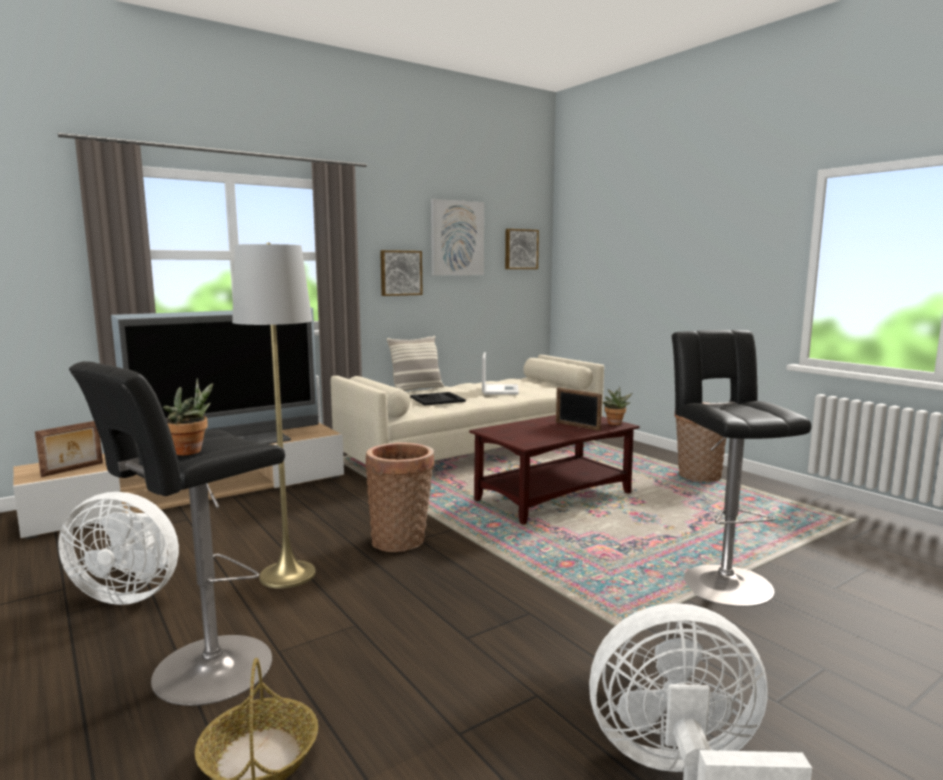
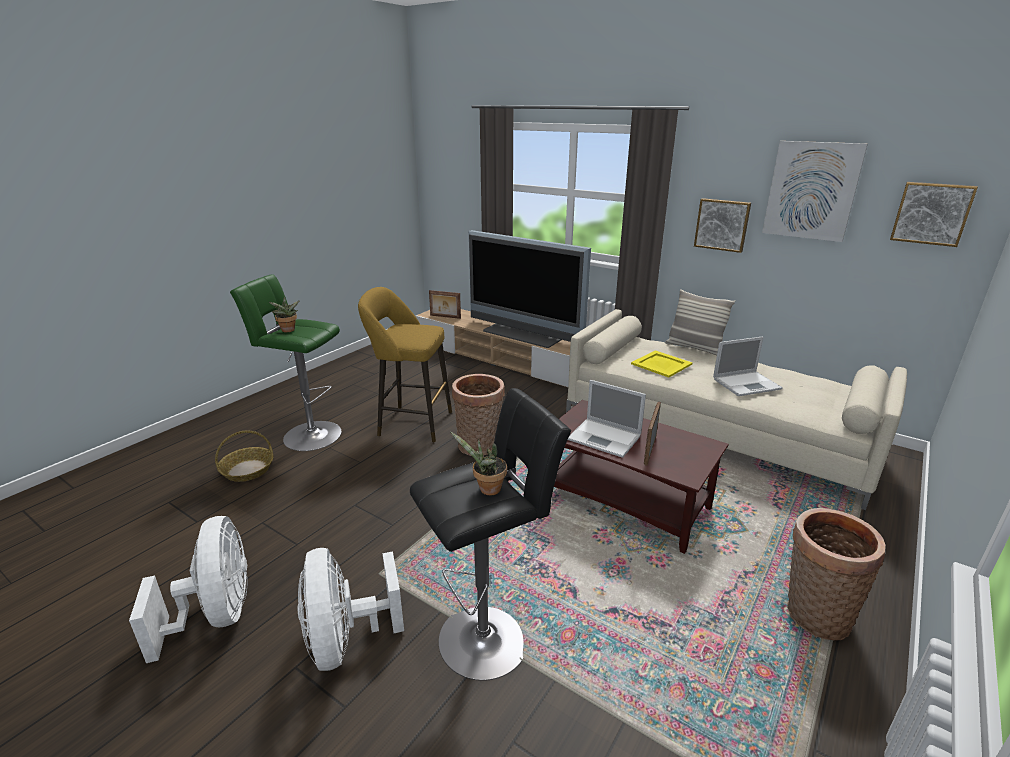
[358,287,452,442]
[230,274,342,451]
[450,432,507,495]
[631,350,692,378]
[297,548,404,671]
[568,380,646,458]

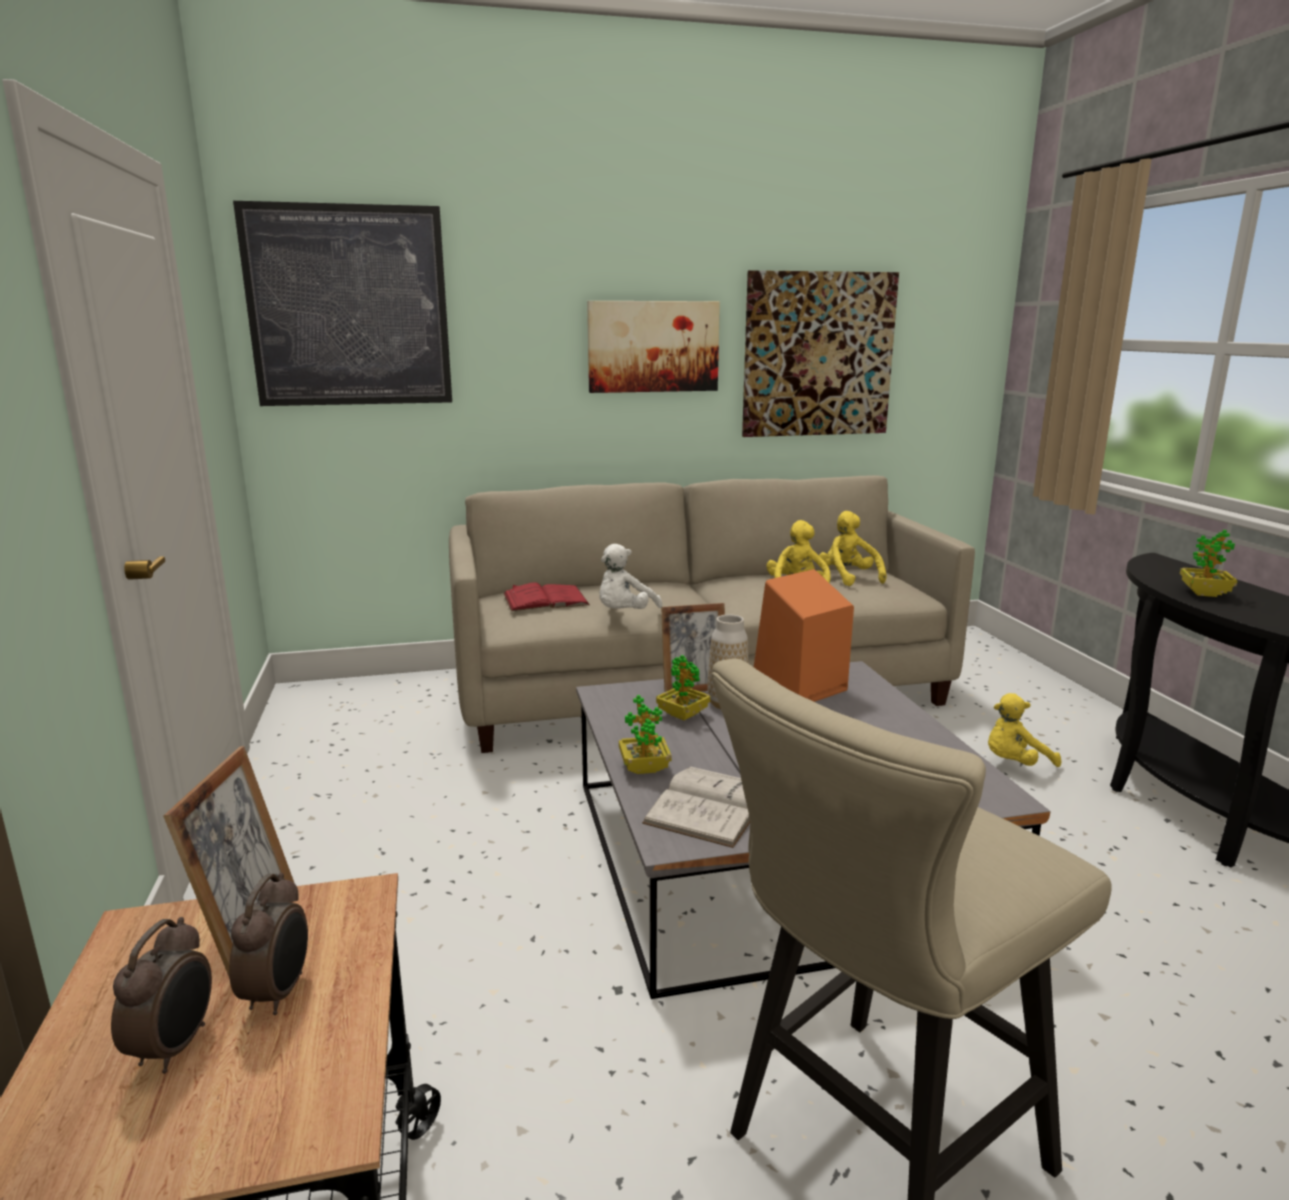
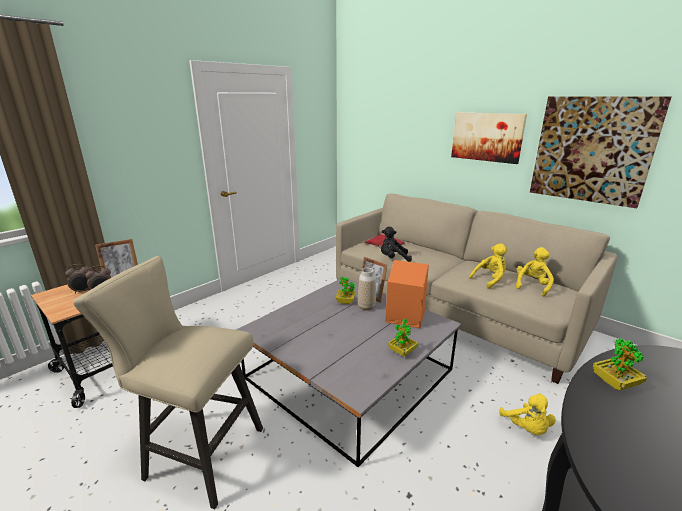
[233,201,452,406] (first image)
[381,227,412,262]
[499,393,556,435]
[388,319,417,357]
[642,767,750,848] (first image)

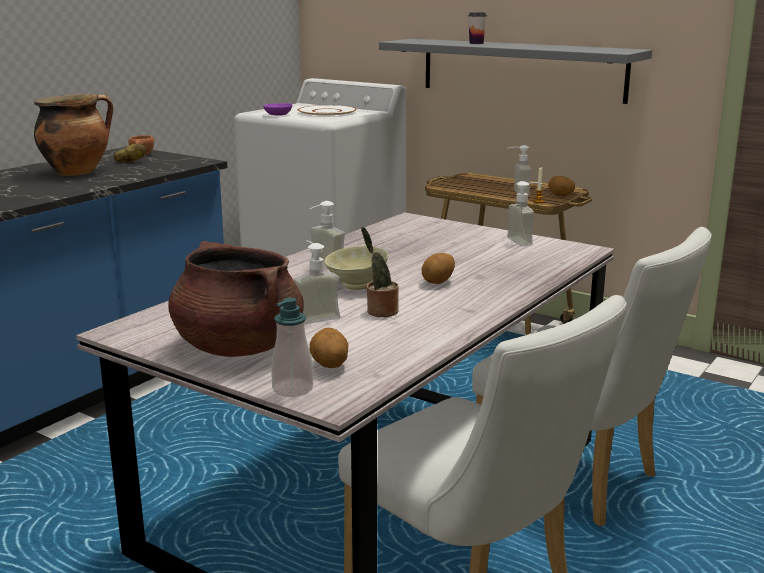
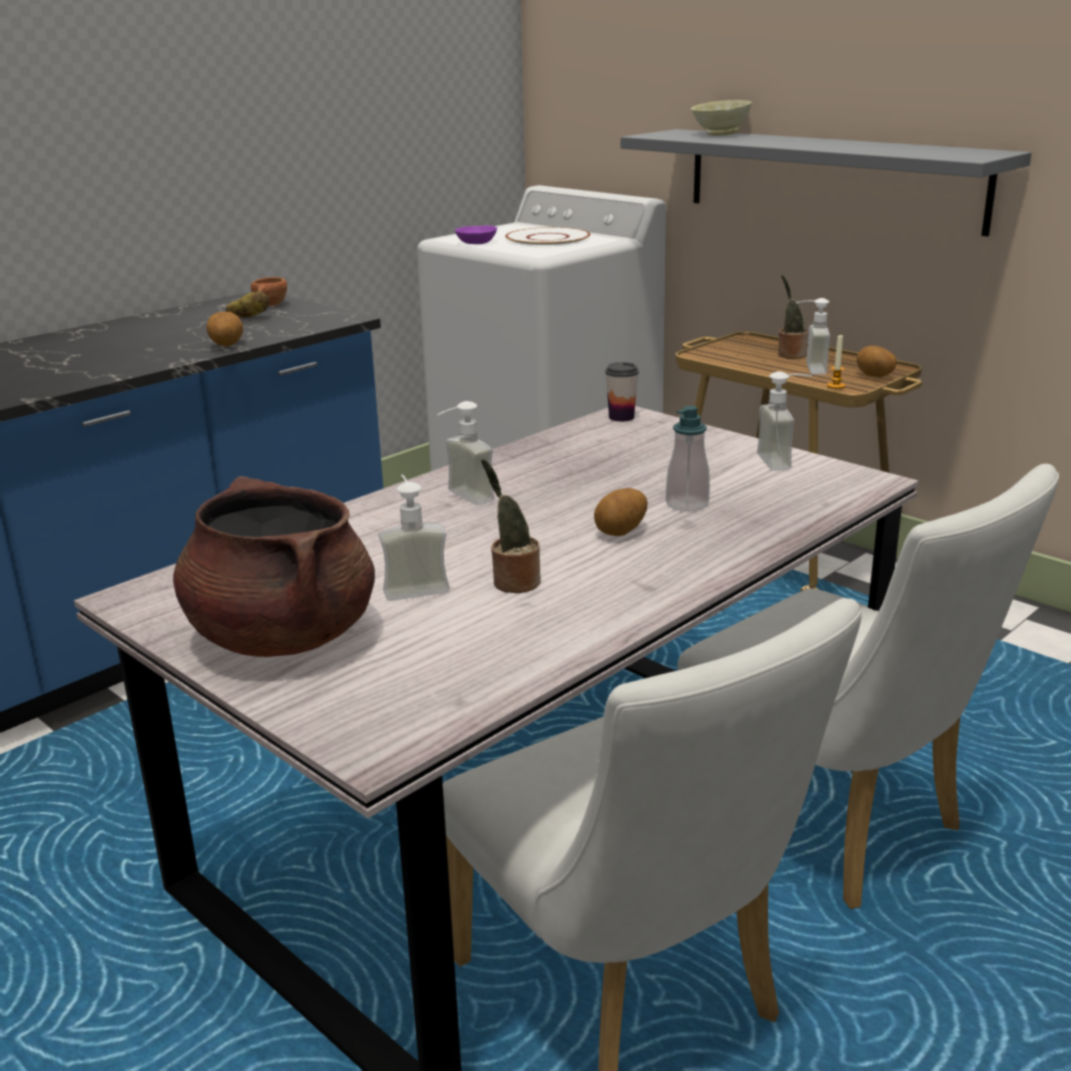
[605,362,639,422]
[34,94,113,176] (first image)
[691,100,752,136]
[666,406,710,512]
[207,312,243,347]
[778,275,808,359]

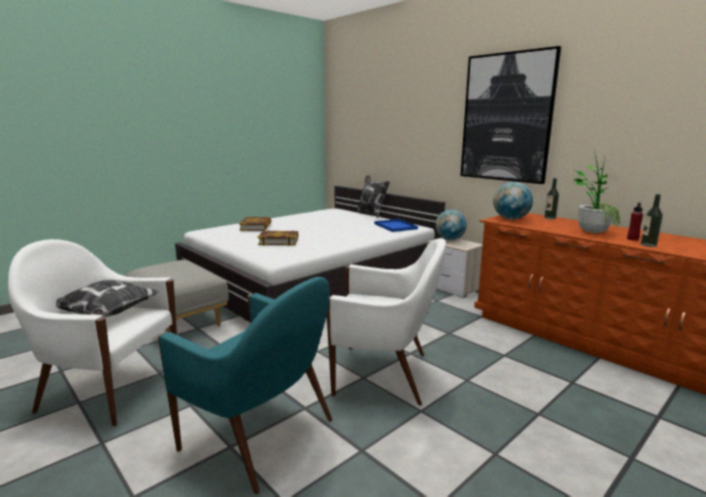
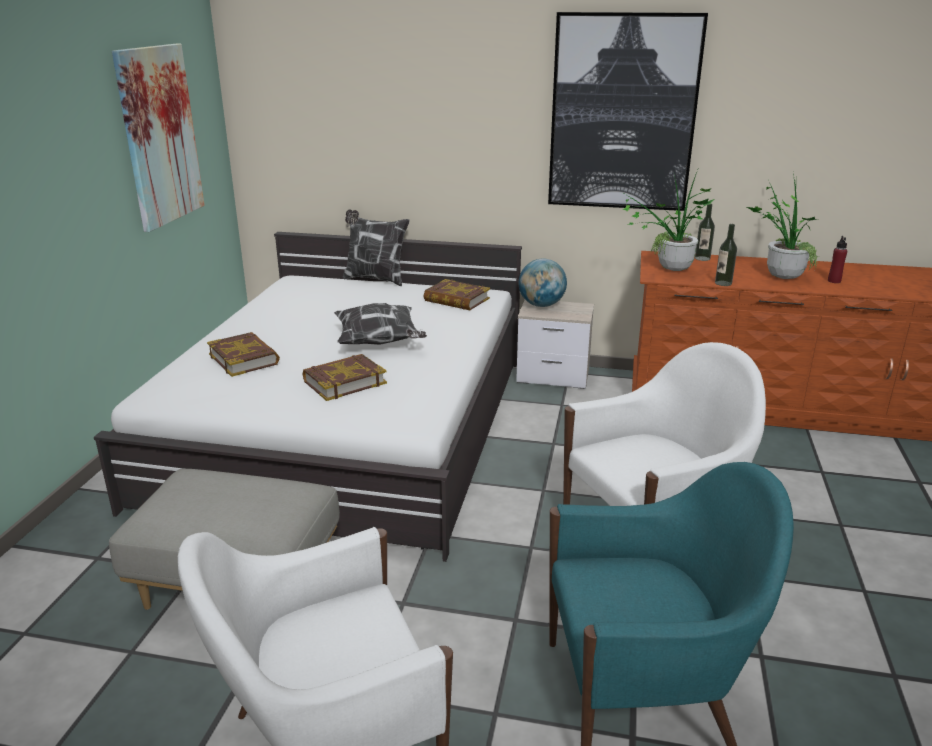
[622,167,715,271]
[715,224,737,286]
[423,279,490,310]
[334,303,427,345]
[112,43,205,232]

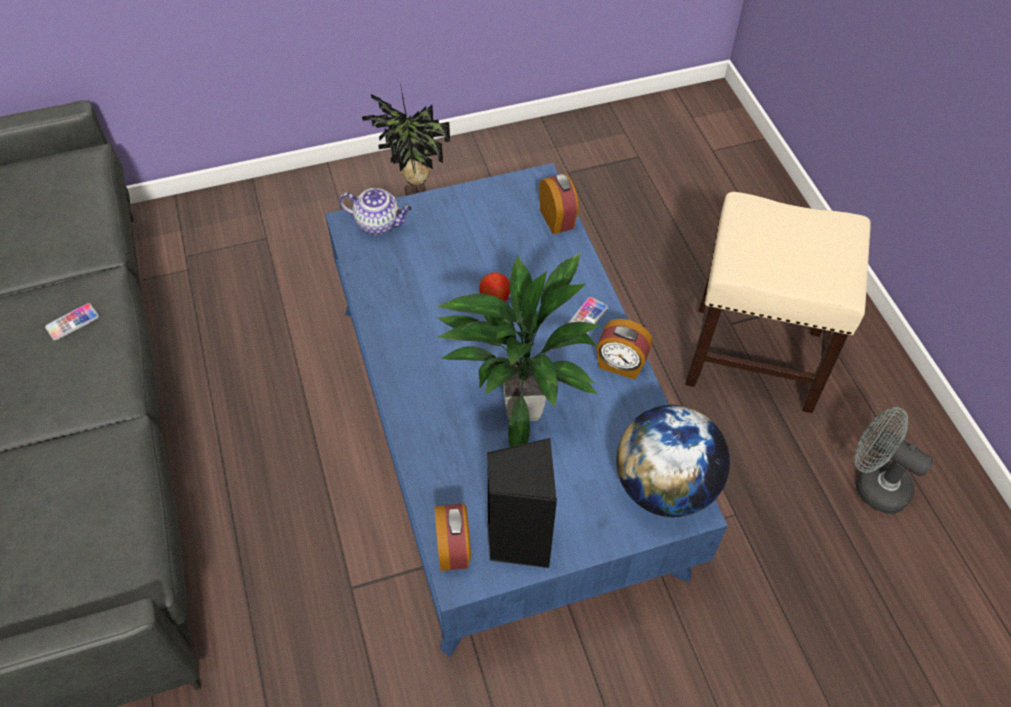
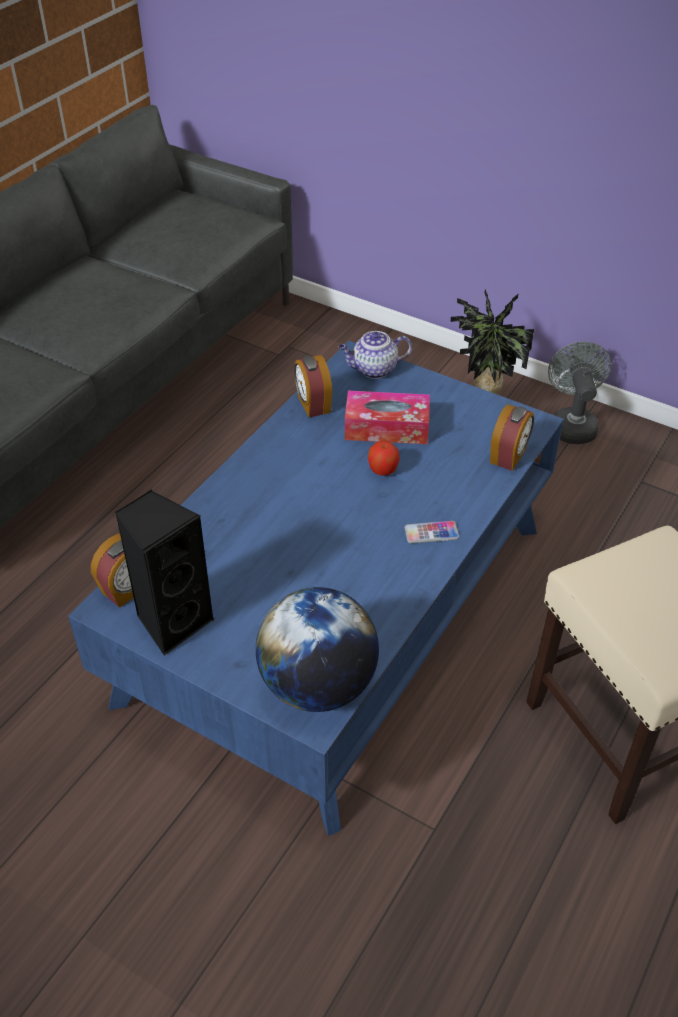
[338,331,412,379]
[437,253,600,447] (first image)
[45,303,99,341] (first image)
[294,355,332,418]
[548,341,611,444]
[345,391,430,444]

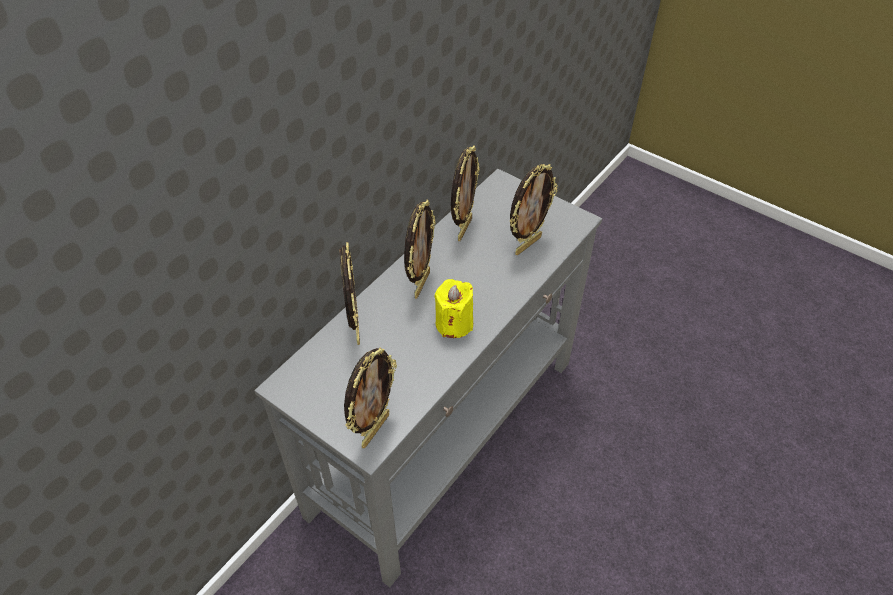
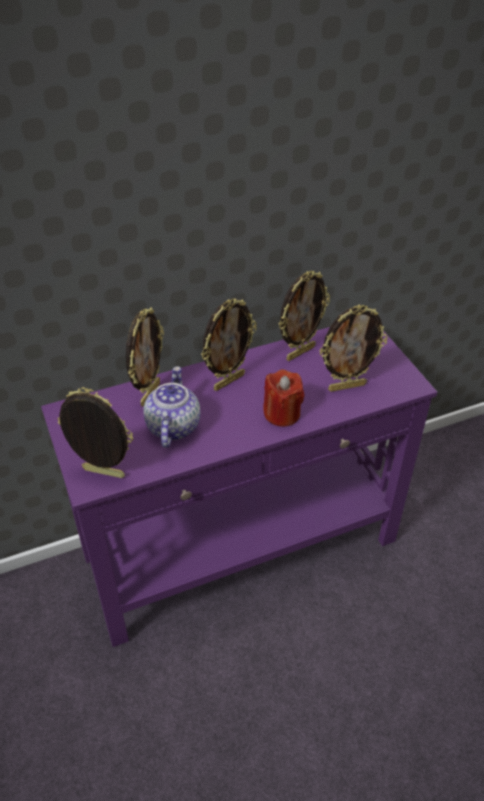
[41,327,437,647]
[435,279,473,338] (first image)
[57,387,133,478]
[143,366,200,448]
[263,369,305,427]

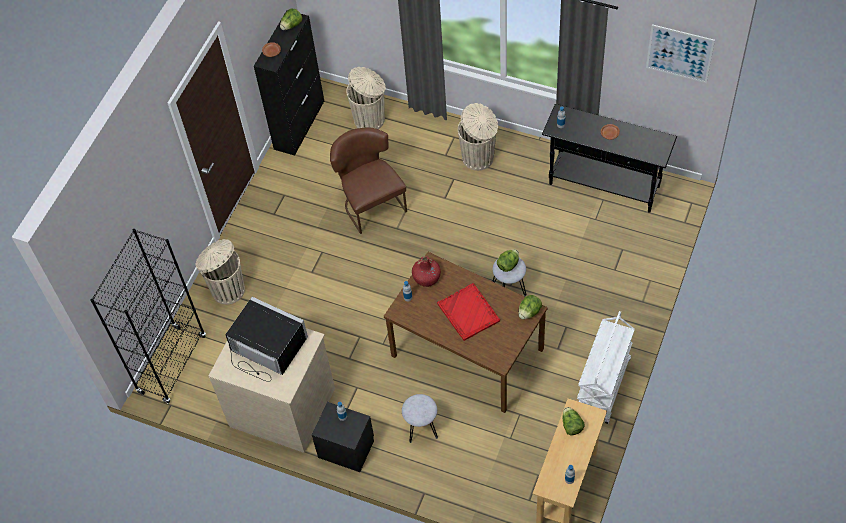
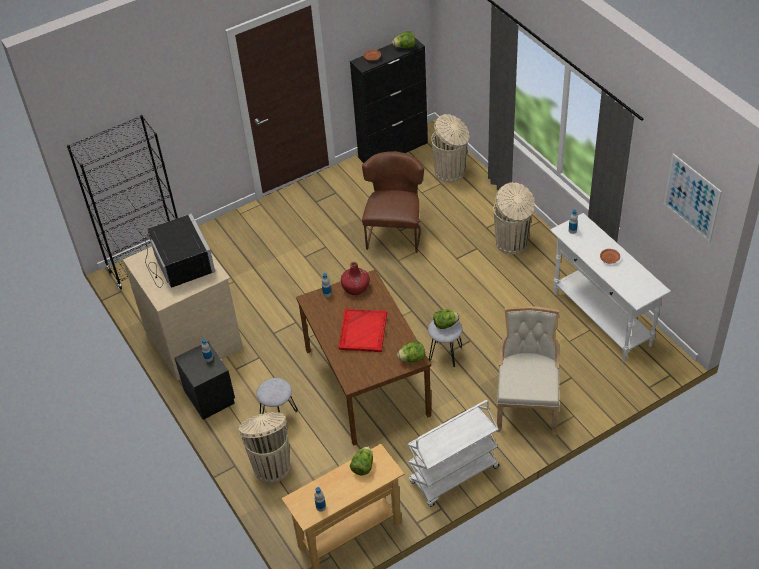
[550,213,671,362]
[239,412,290,483]
[496,306,560,435]

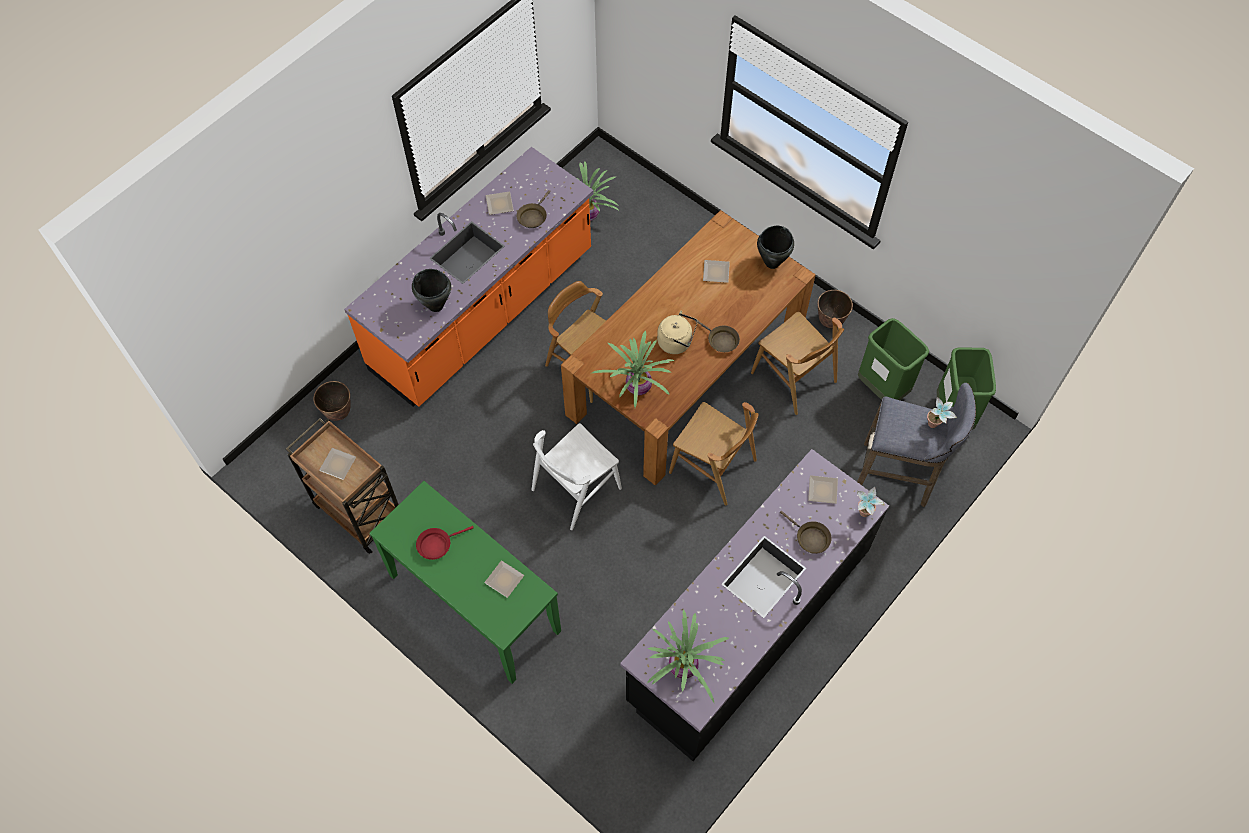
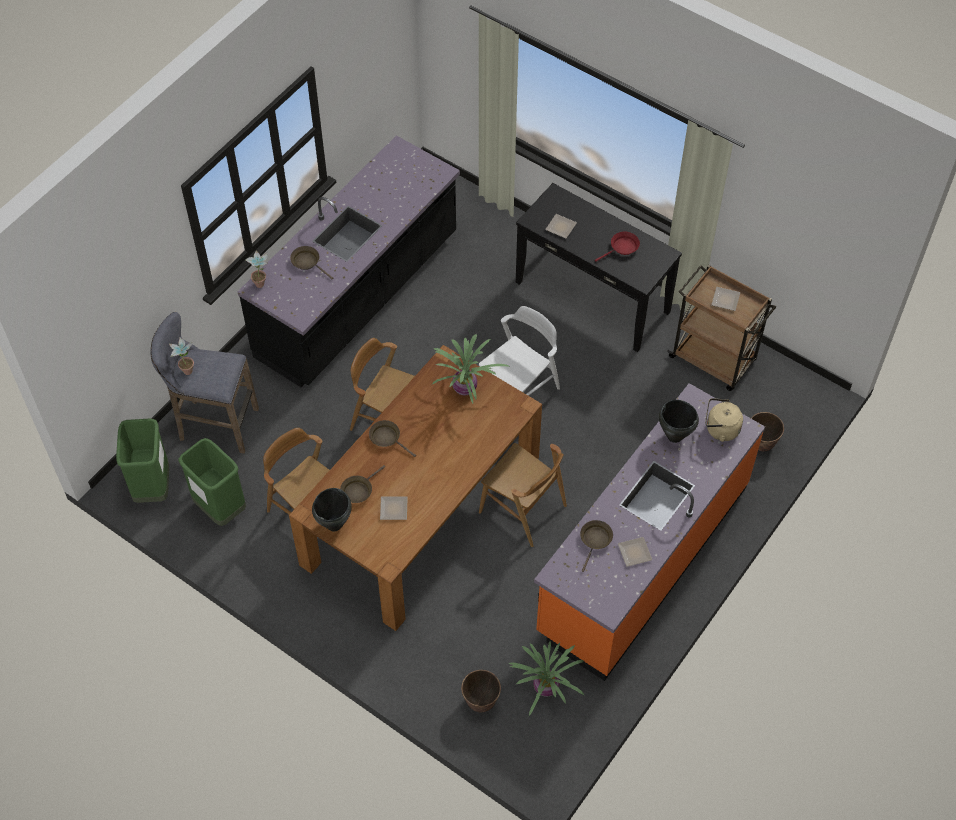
[461,670,501,712]
[705,398,743,442]
[808,475,838,504] (first image)
[516,183,682,352]
[647,609,729,704] (first image)
[340,465,385,503]

